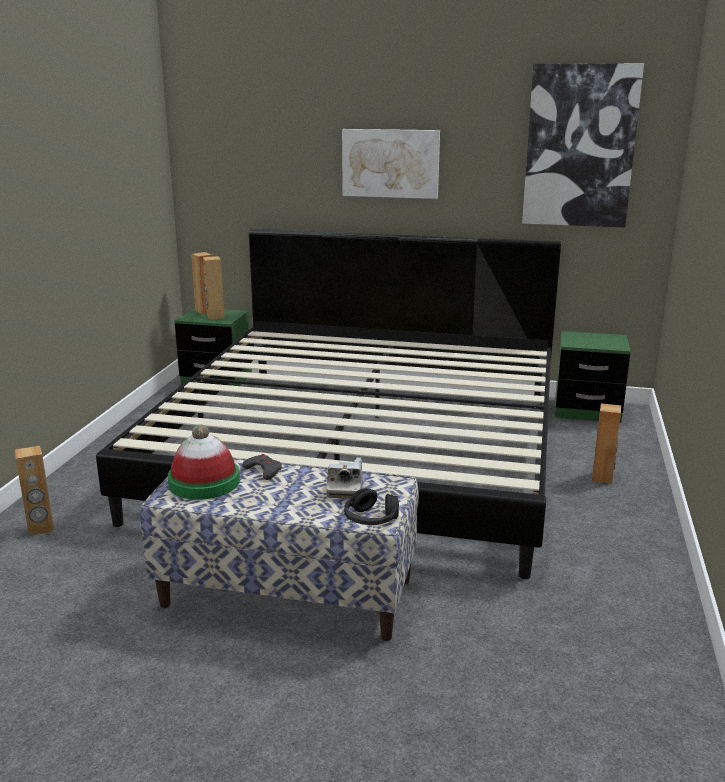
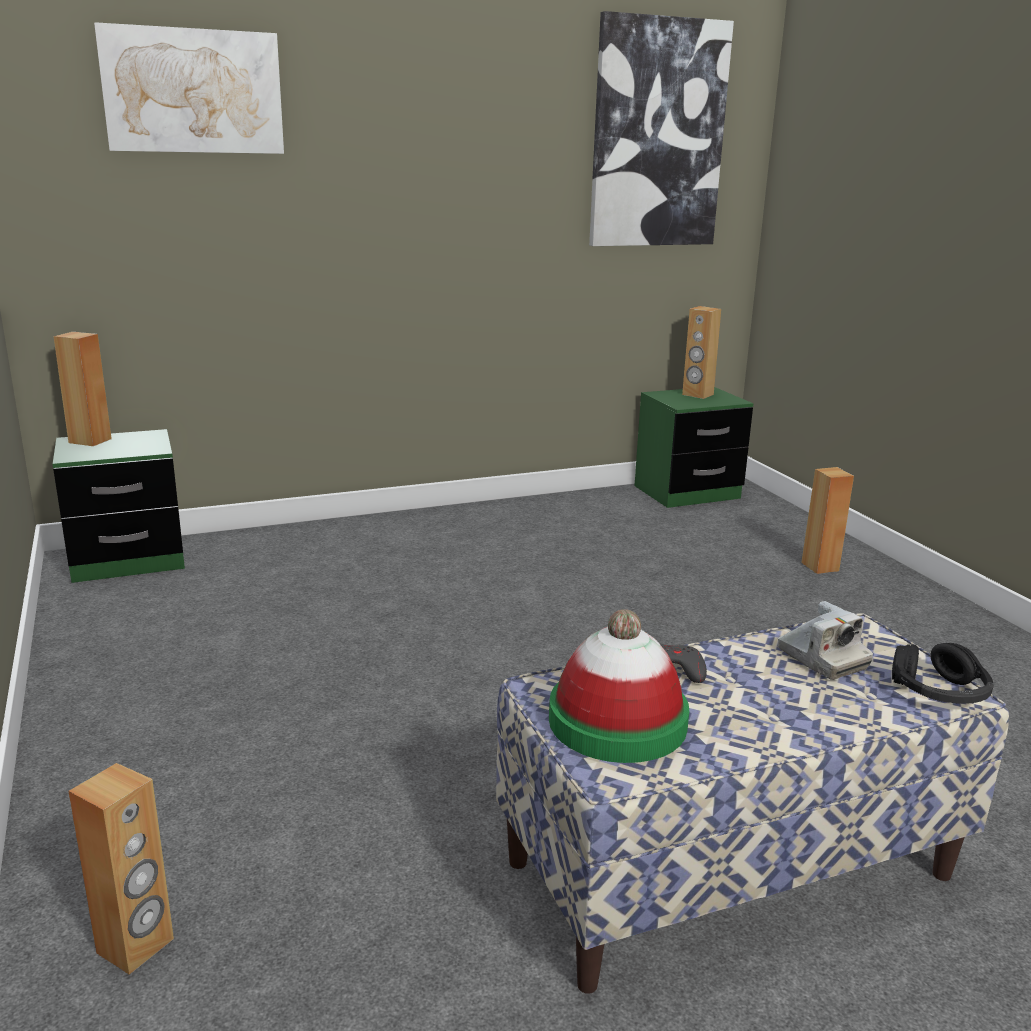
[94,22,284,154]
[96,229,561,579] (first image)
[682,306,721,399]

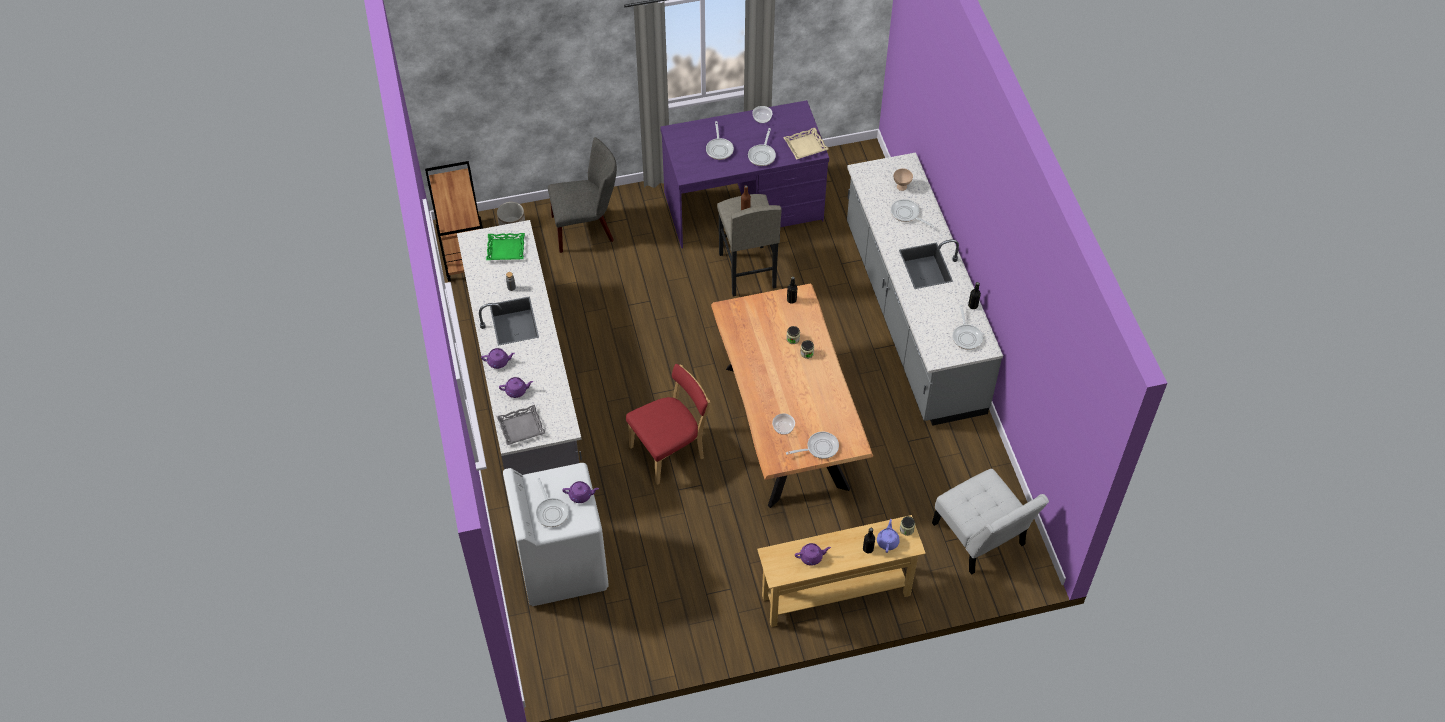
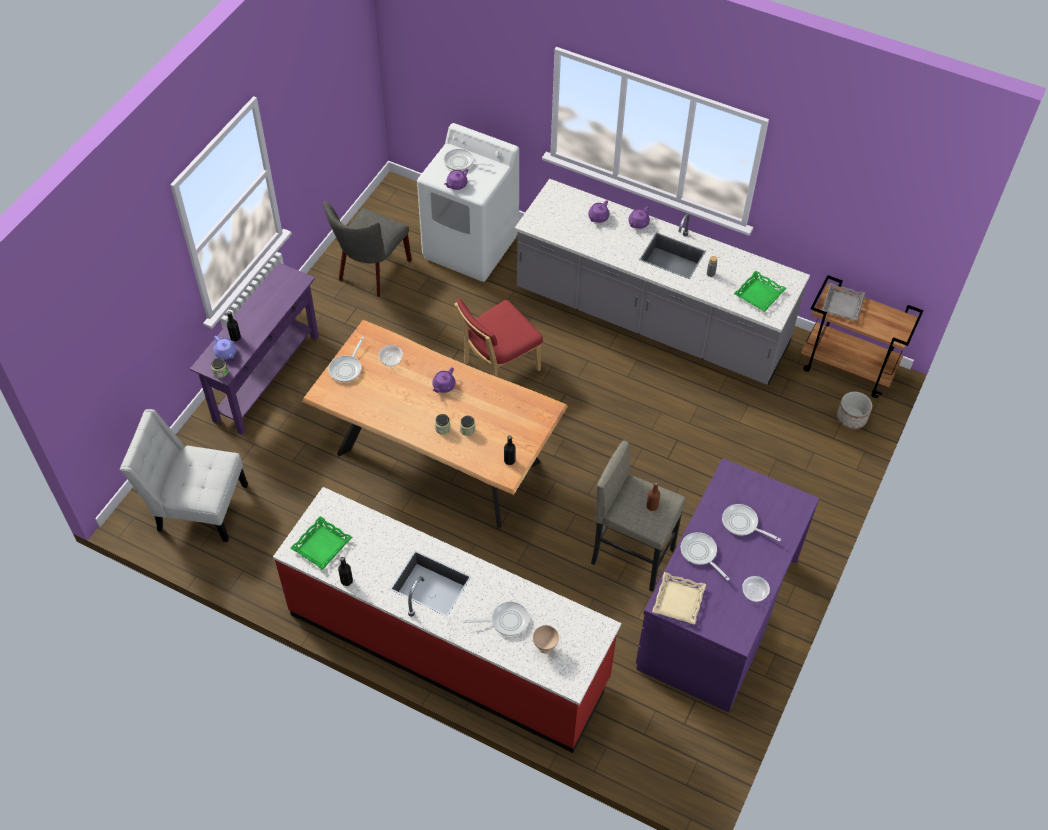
[324,201,412,297]
[273,487,621,753]
[290,516,352,570]
[454,298,543,377]
[822,283,866,321]
[190,263,319,435]
[432,367,455,393]

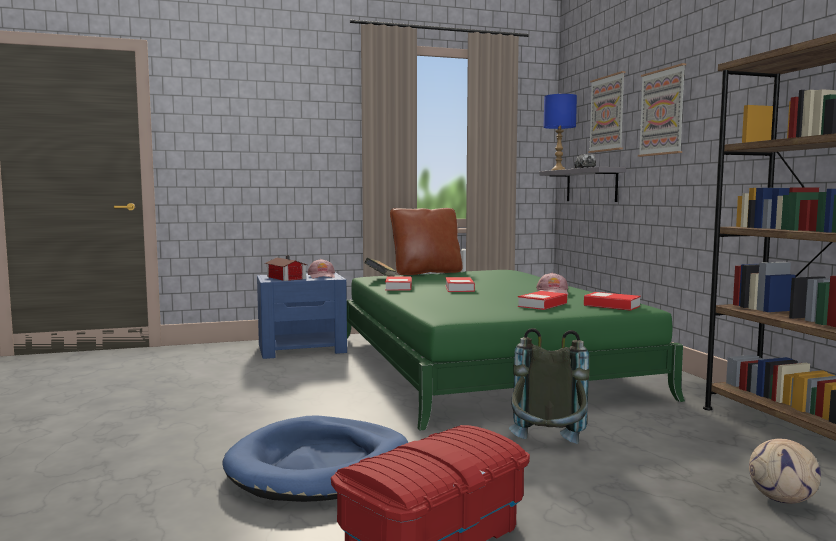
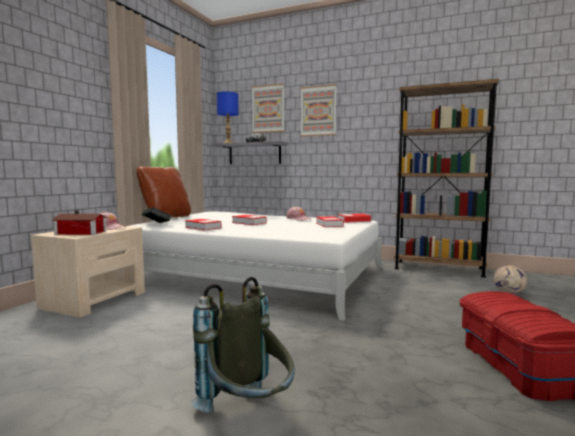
[129,212,382,321]
[31,226,145,318]
[191,277,295,413]
[222,415,408,502] (first image)

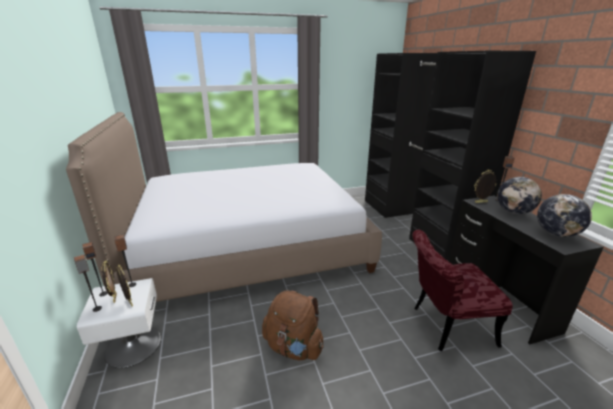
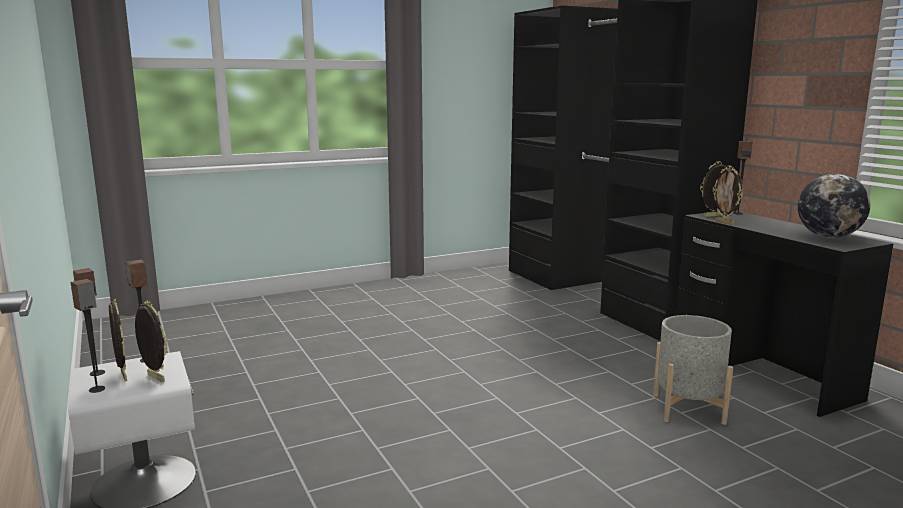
[66,112,382,302] (first image)
[497,177,542,214] (first image)
[653,315,733,425]
[262,290,324,360] (first image)
[713,165,743,225]

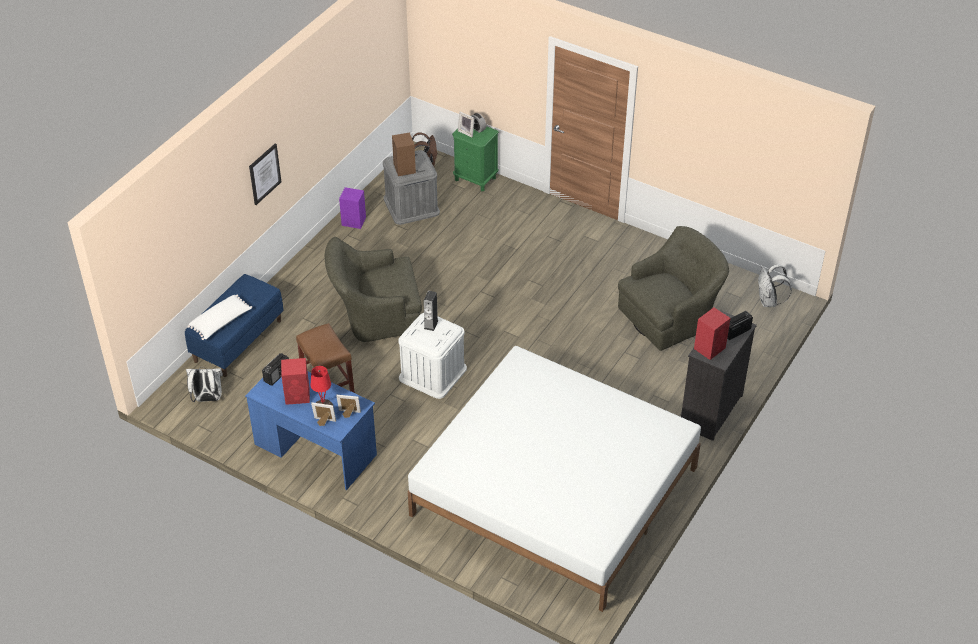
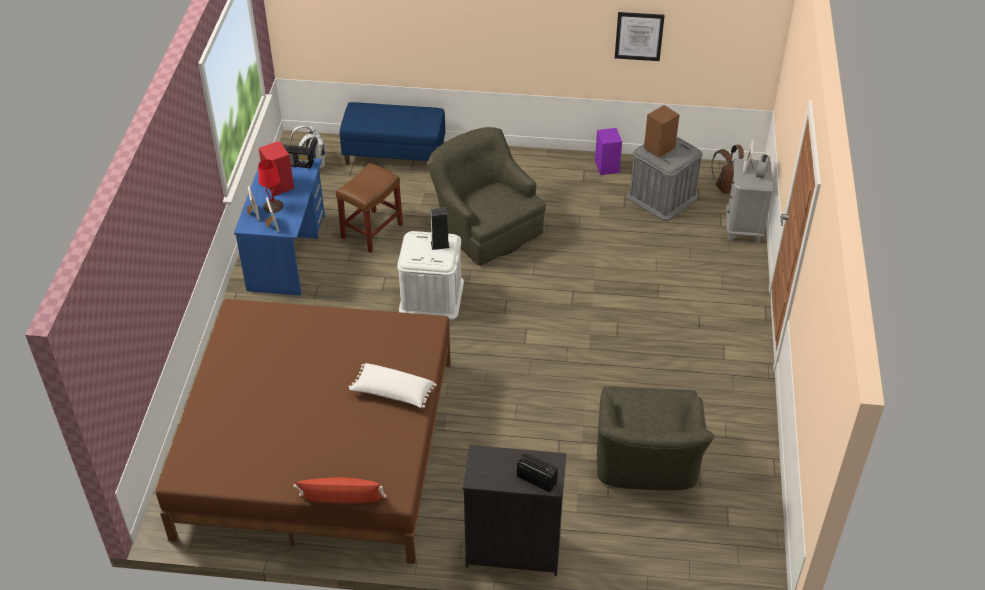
[726,159,773,243]
[615,12,665,61]
[597,386,714,490]
[758,264,792,307] (first image)
[348,363,437,408]
[694,307,730,360] (first image)
[156,299,451,564]
[293,477,387,503]

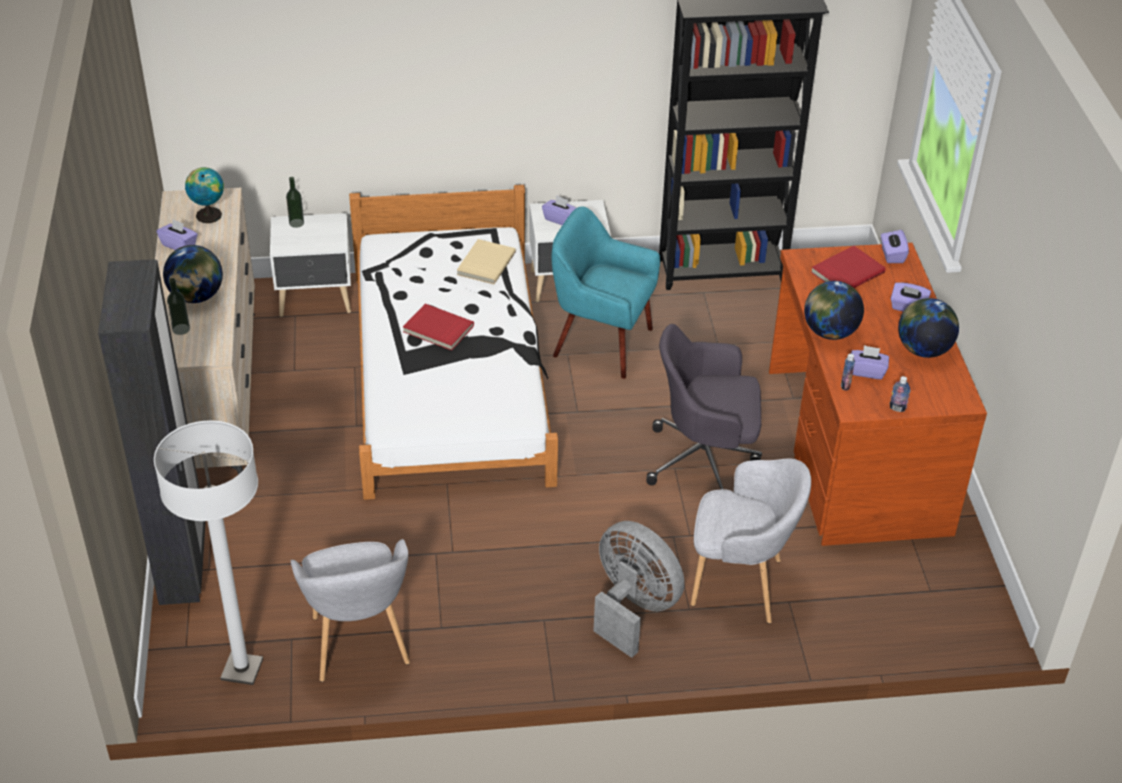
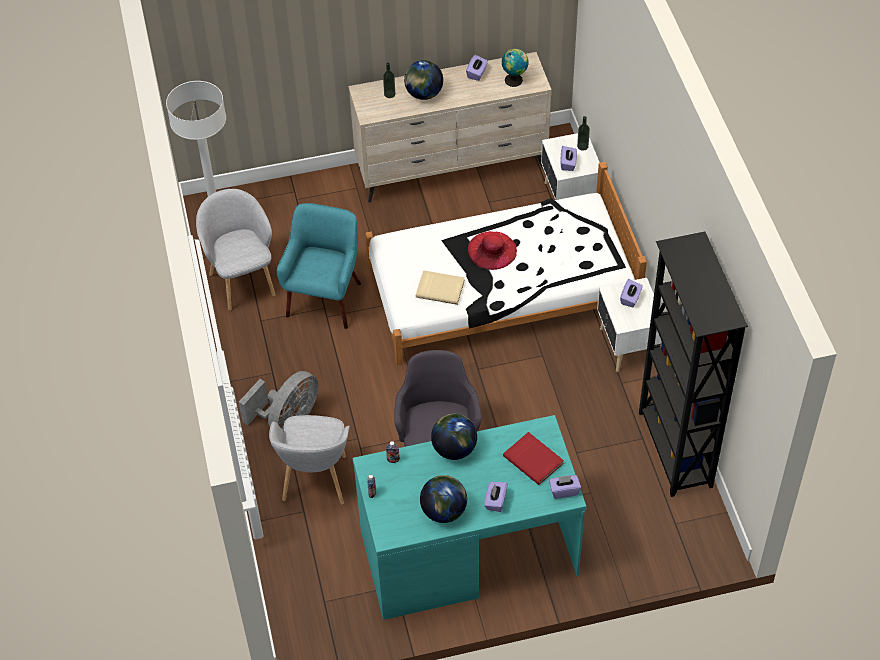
[277,203,361,329]
[416,270,465,305]
[353,415,587,620]
[98,259,206,605] (first image)
[468,231,517,270]
[560,146,577,171]
[196,189,275,311]

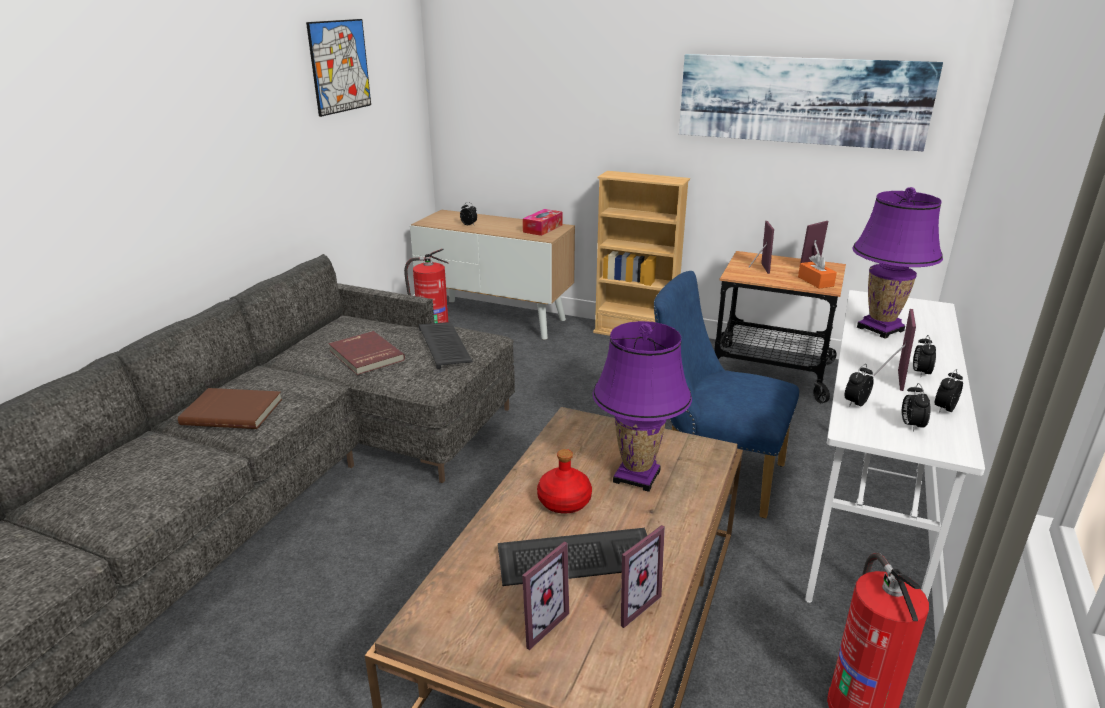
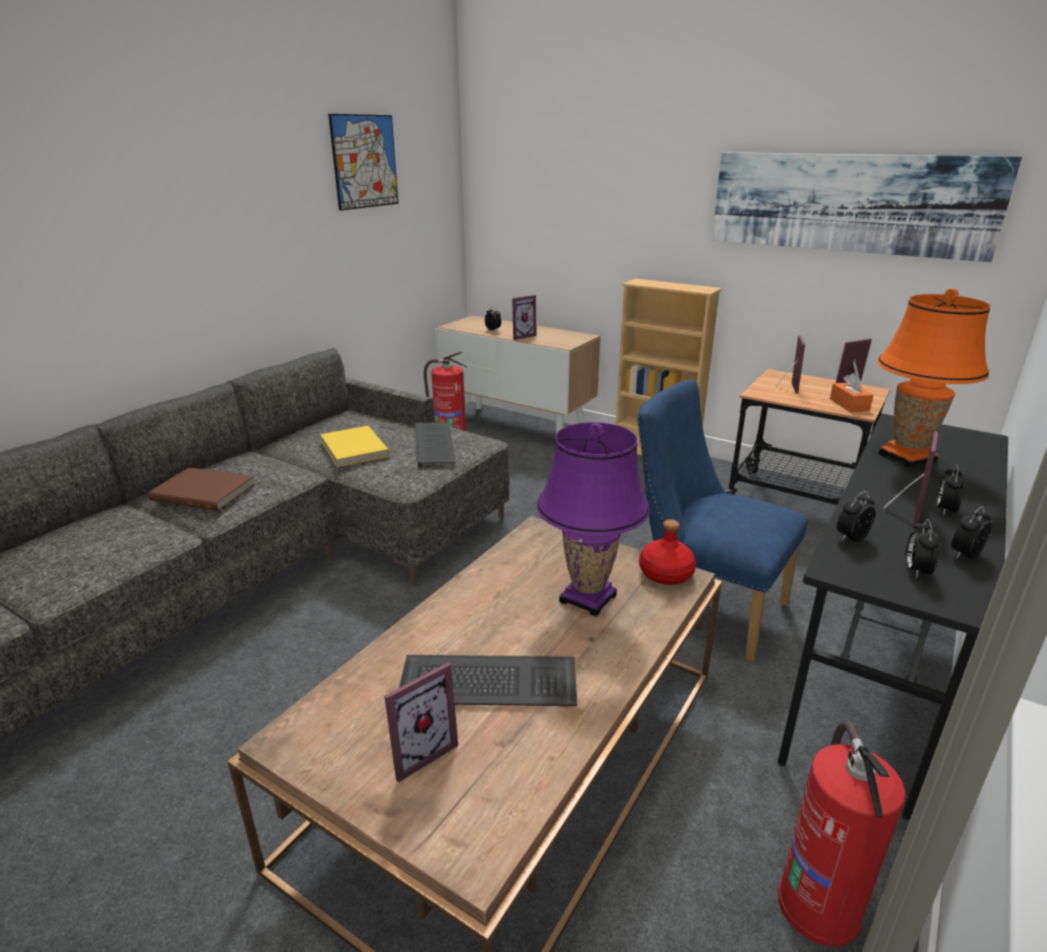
[877,288,991,468]
[523,209,562,236] (first image)
[778,414,1008,820]
[320,426,390,467]
[639,519,696,585]
[512,295,536,340]

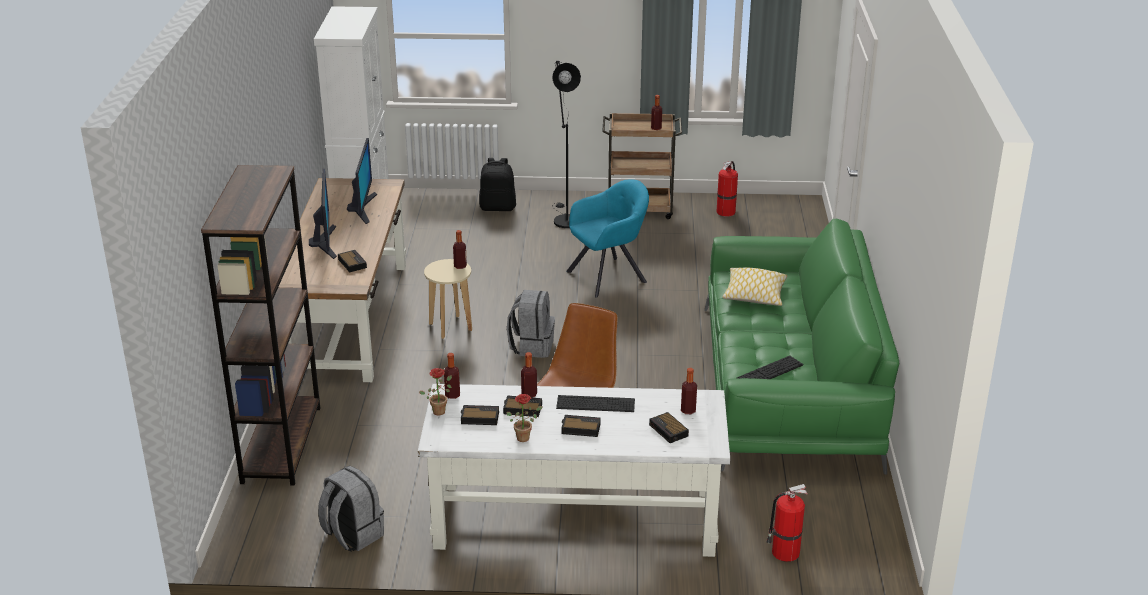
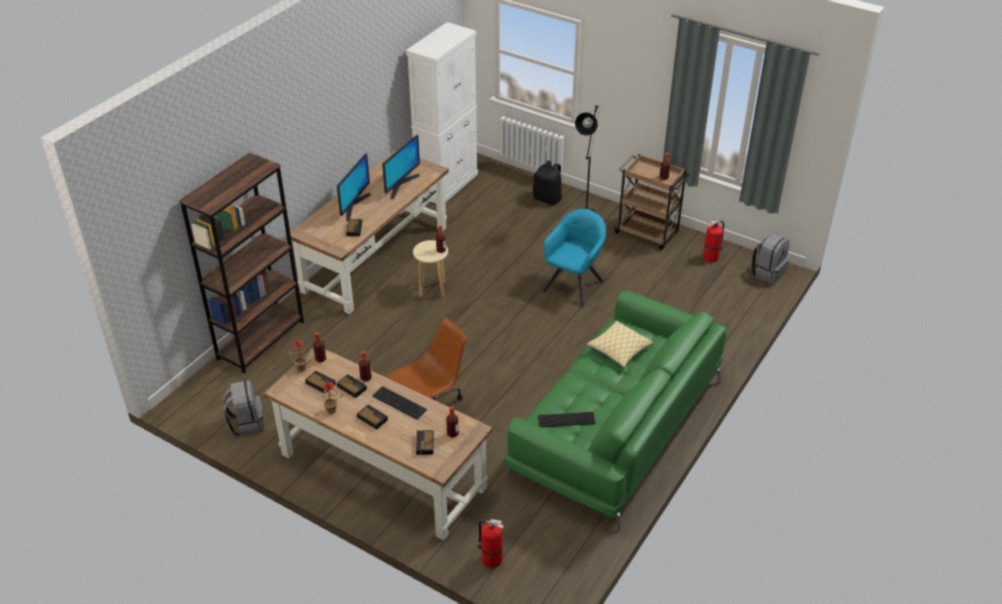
[541,209,606,307]
[750,233,790,284]
[264,349,493,541]

